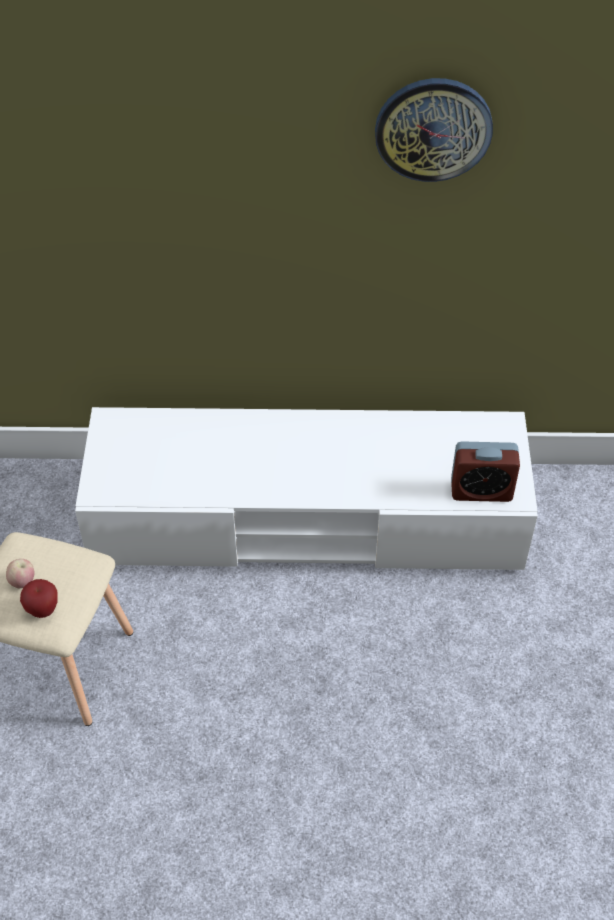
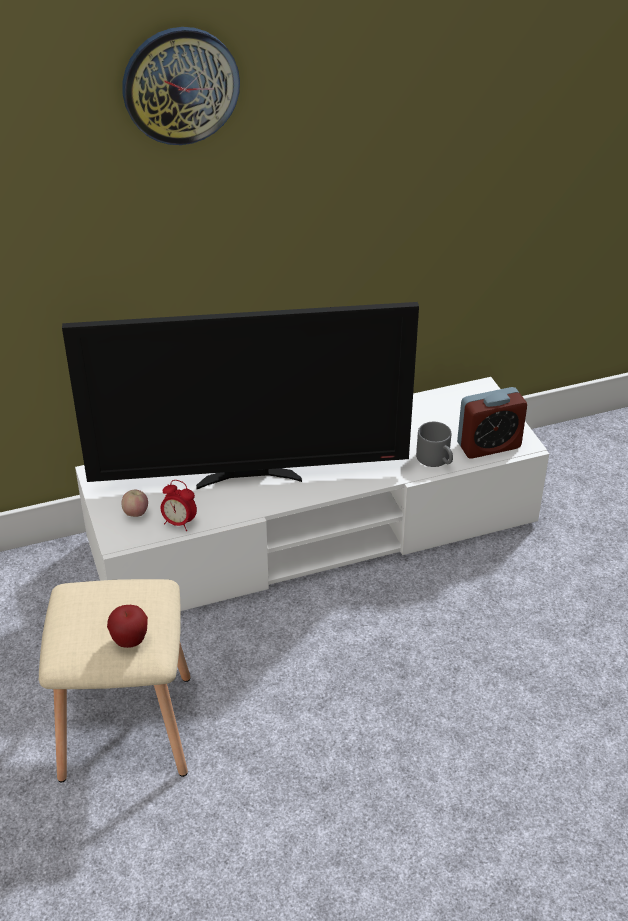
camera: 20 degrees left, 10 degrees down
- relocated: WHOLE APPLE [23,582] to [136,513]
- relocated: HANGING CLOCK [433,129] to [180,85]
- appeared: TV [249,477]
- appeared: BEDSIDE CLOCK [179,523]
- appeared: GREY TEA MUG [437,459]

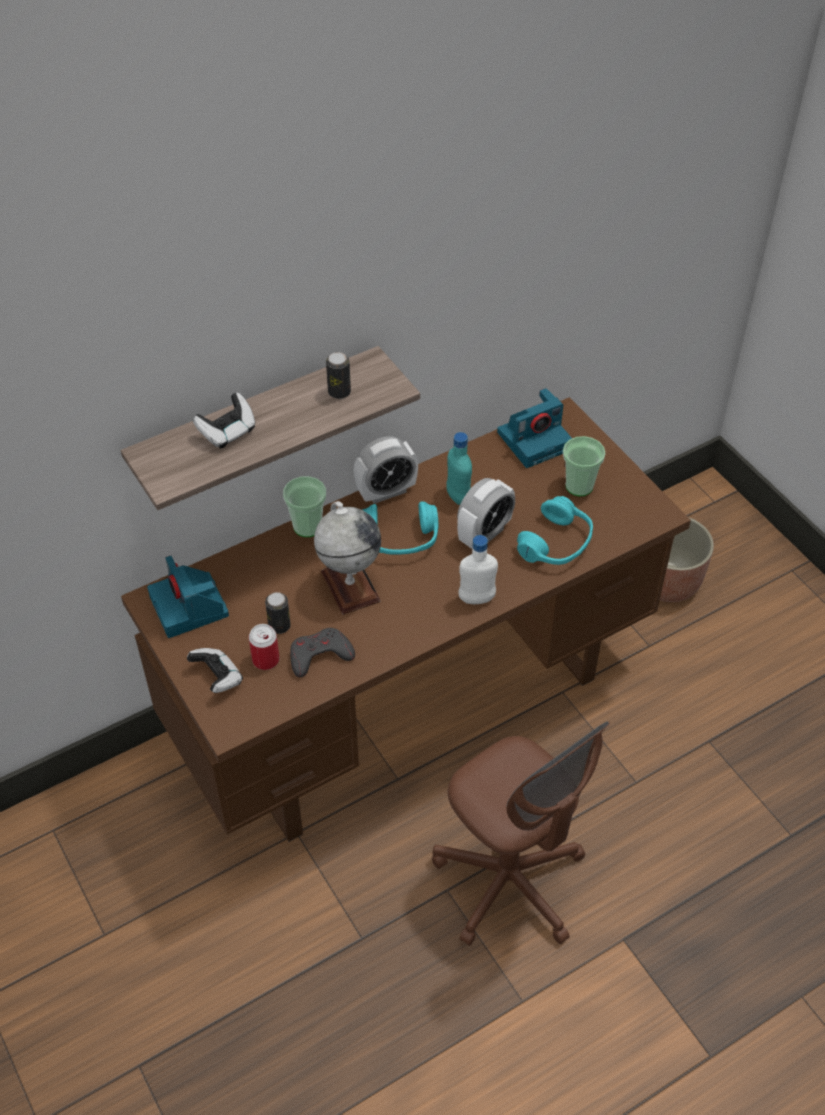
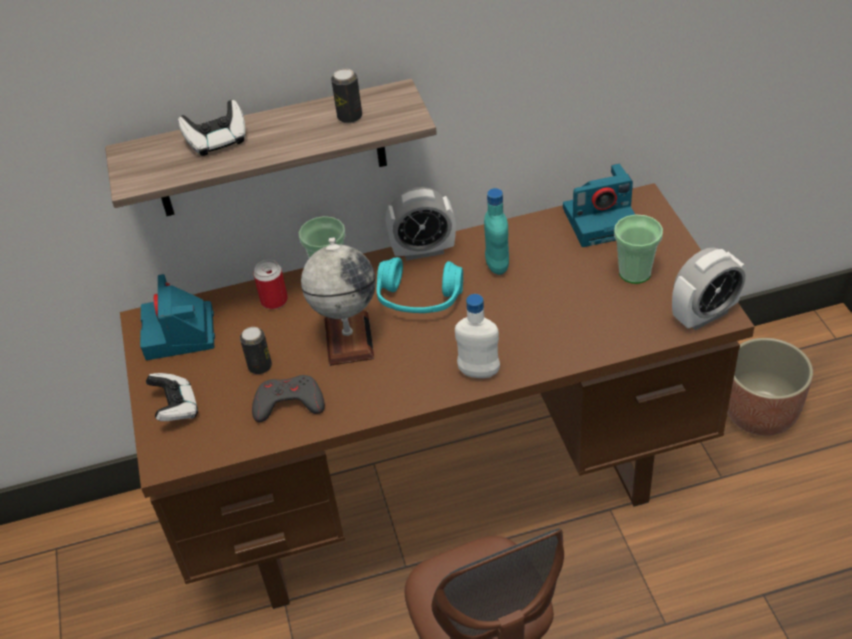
camera: 20 degrees right, 5 degrees down
- relocated: CAN [265,660] to [274,300]
- relocated: BEDSIDE CLOCK [484,534] to [704,315]
- missing: TURQUOISE-COLOURED HEADPHONES [556,544]

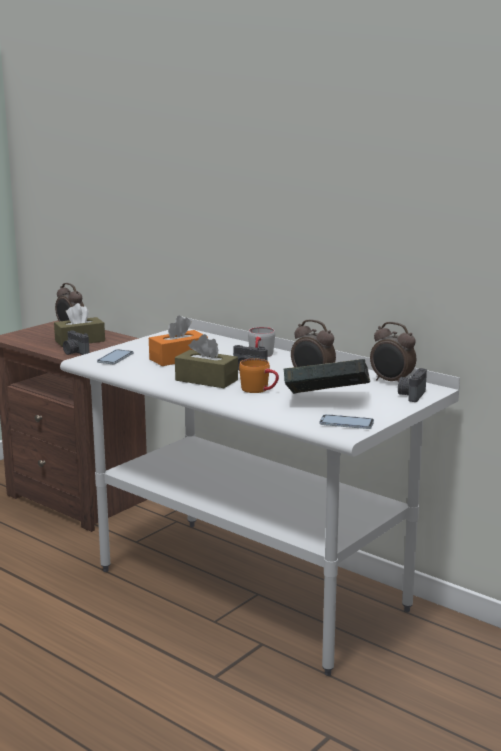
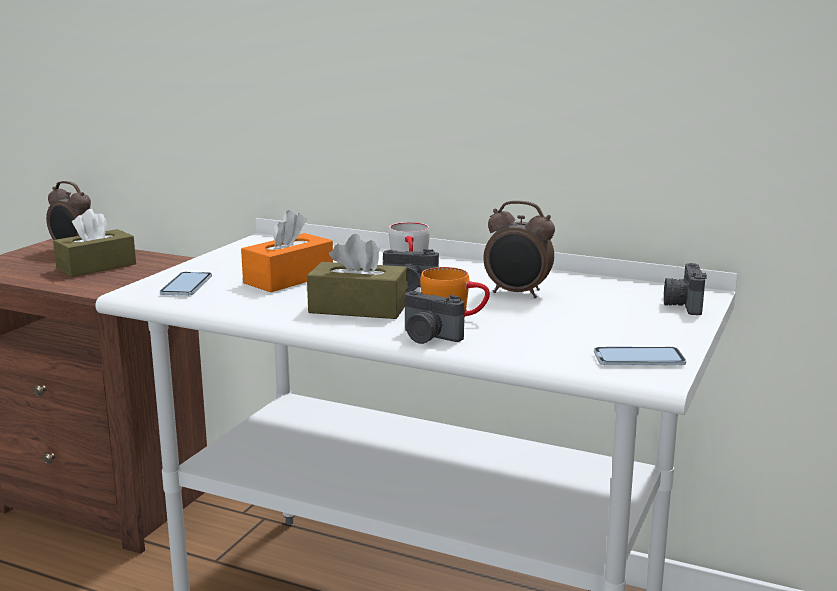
camera: 15 degrees left, 0 degrees up
- relocated: STILL CAMERA [75,352] to [428,337]
- missing: BOOK [326,401]
- missing: BEDSIDE CLOCK [391,382]

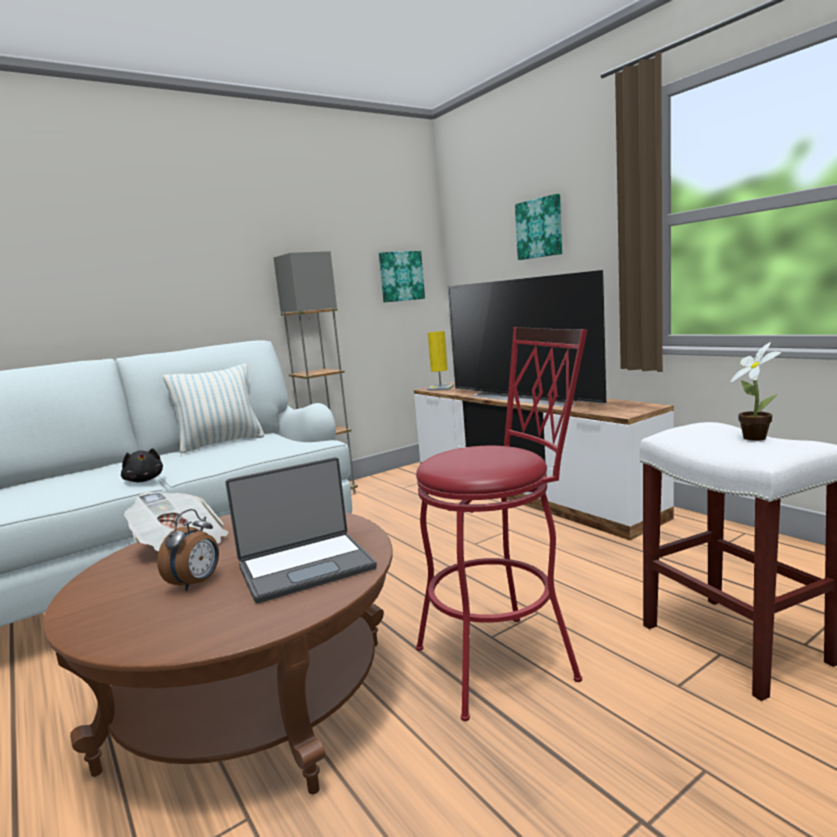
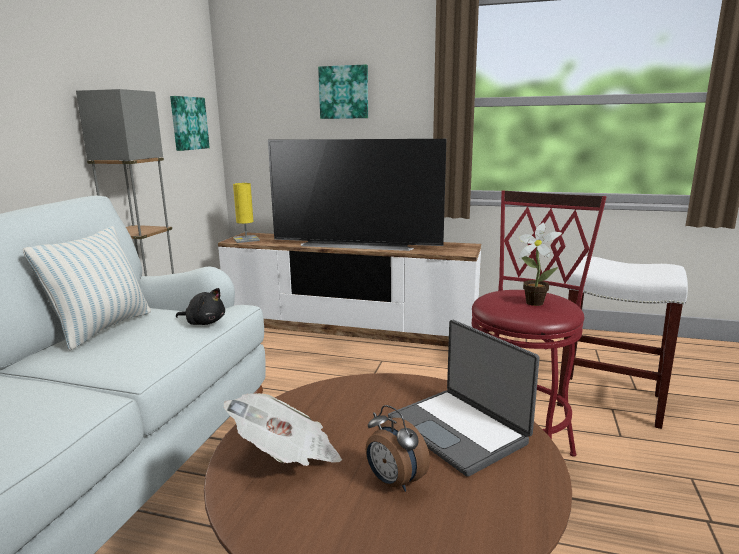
camera: 40 degrees left, 5 degrees up
- relocated: BLACKISH PLUSH TOY [144,480] to [204,322]
- spun: BEDSIDE CLOCK [196,583] = [394,482] 150 degrees clockwise
- spun: PORTABLE COMPUTER [306,567] = [459,430] 120 degrees clockwise
- relocated: POTTED PLANT [753,437] to [532,302]

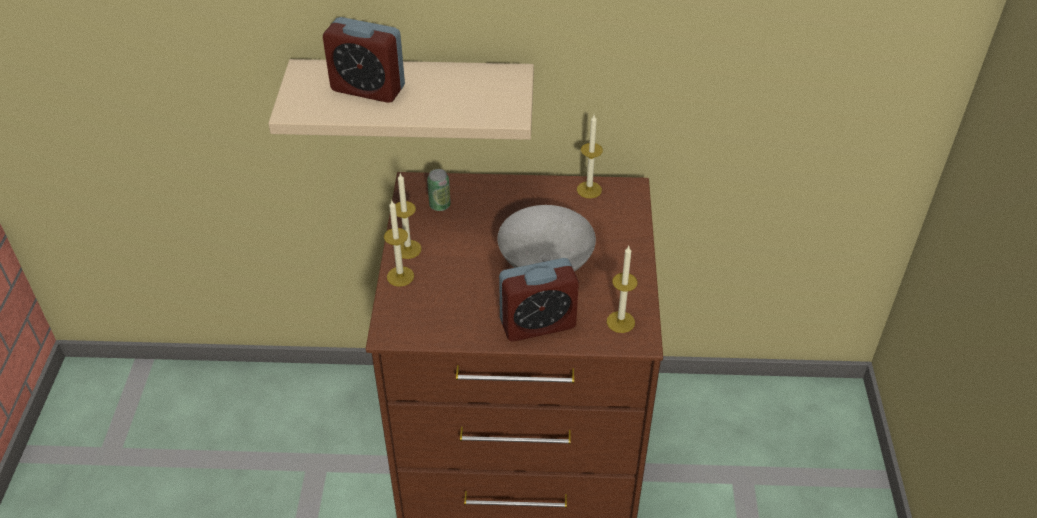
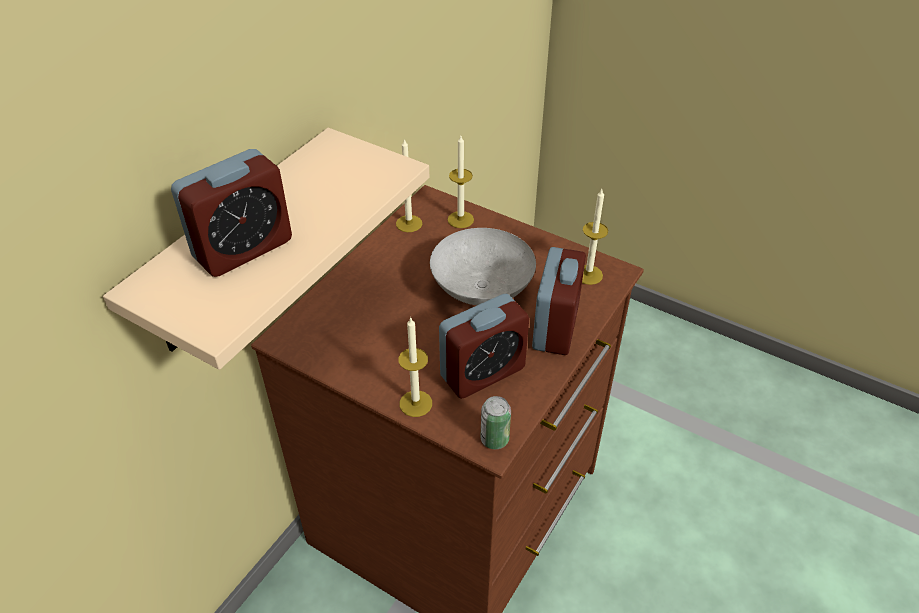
camera: 60 degrees left, 0 degrees up
- relocated: CANDLE [408,249] to [460,219]
- relocated: CAN [440,205] to [494,439]
- appeared: BEDSIDE CLOCK [482,372]

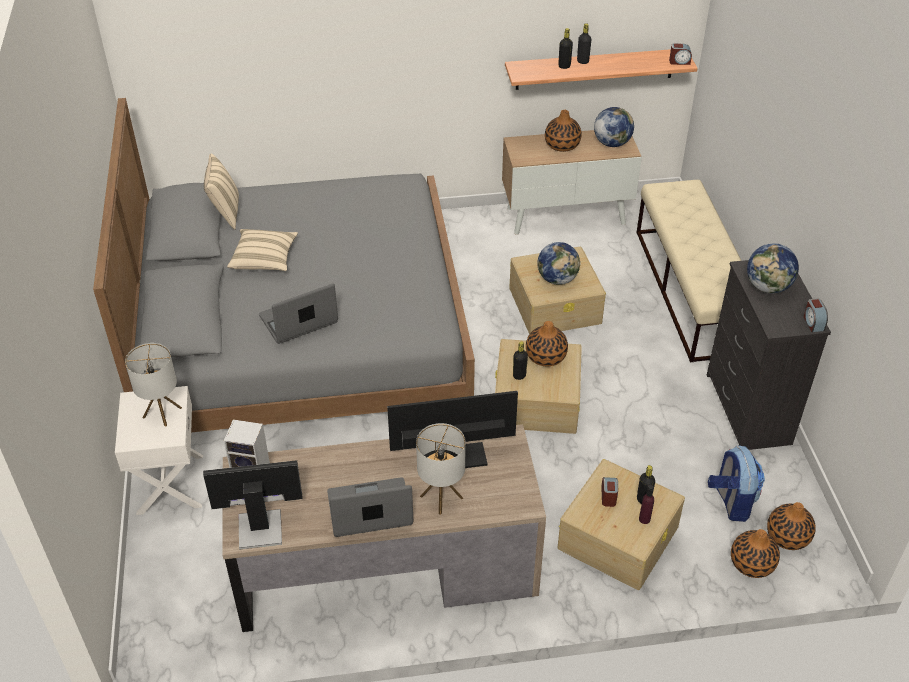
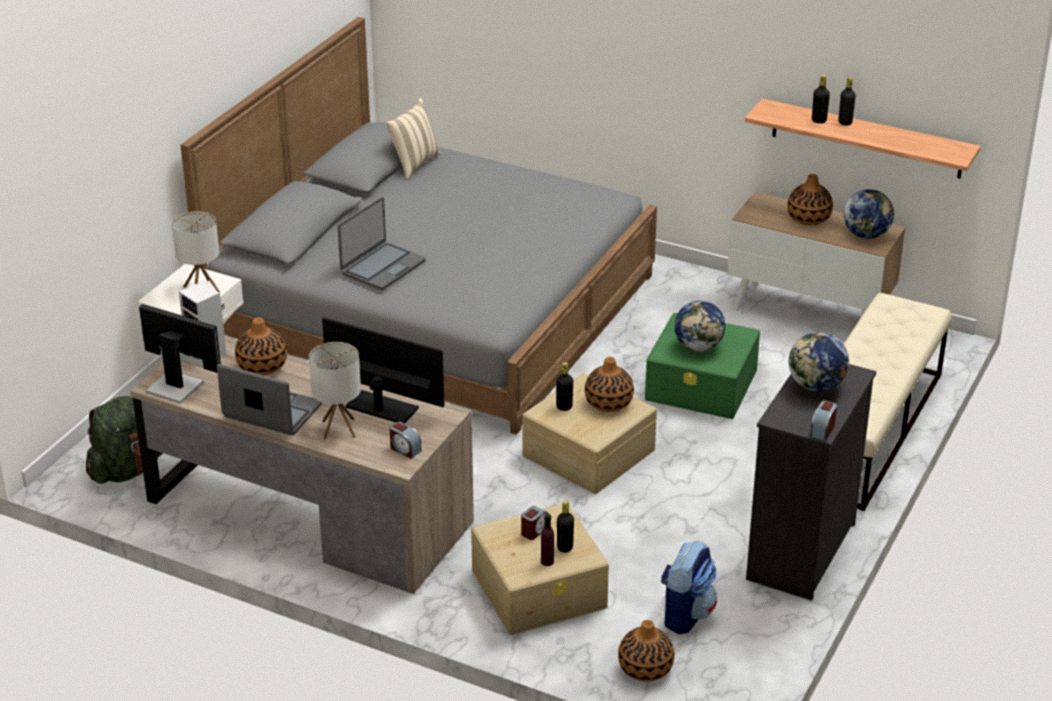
camera: 35 degrees right, 10 degrees down
- missing: BEIGE THROW PILLOW [264,259]
- spun: PORTABLE COMPUTER [299,320] = [382,267] 120 degrees clockwise
- colour: BEIGE STORAGE BIN [555,305] to GREEN STORAGE BIN [702,385]
- relocated: BEDSIDE CLOCK [679,61] to [405,449]
- relocated: DECORATIVE VASE [787,536] to [262,366]
- appeared: GREEN RUCKSACK [127,470]

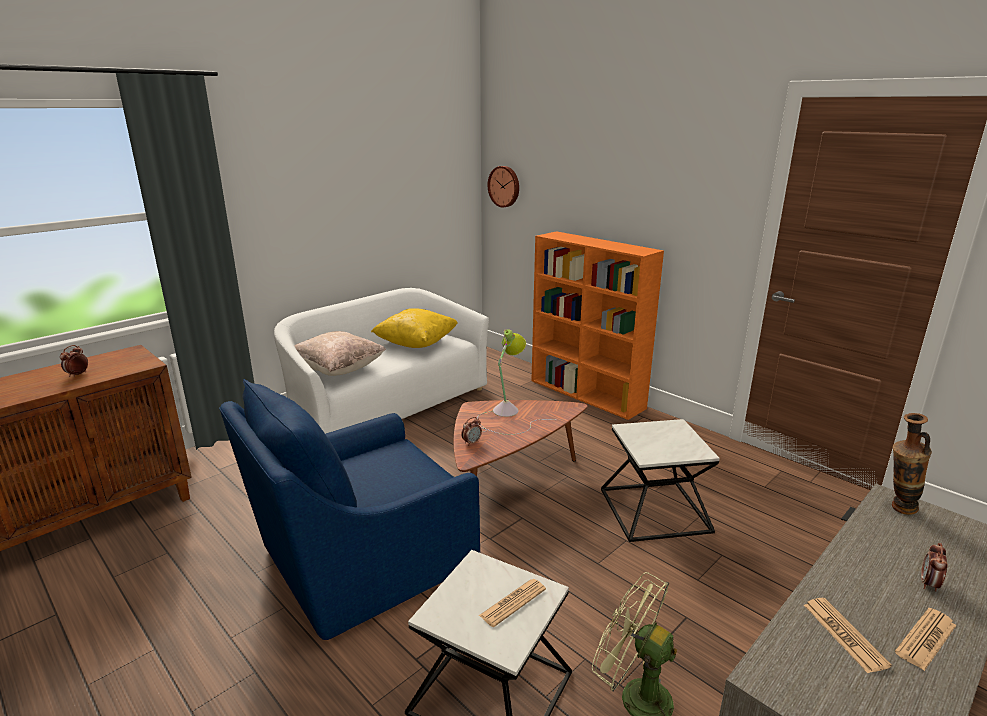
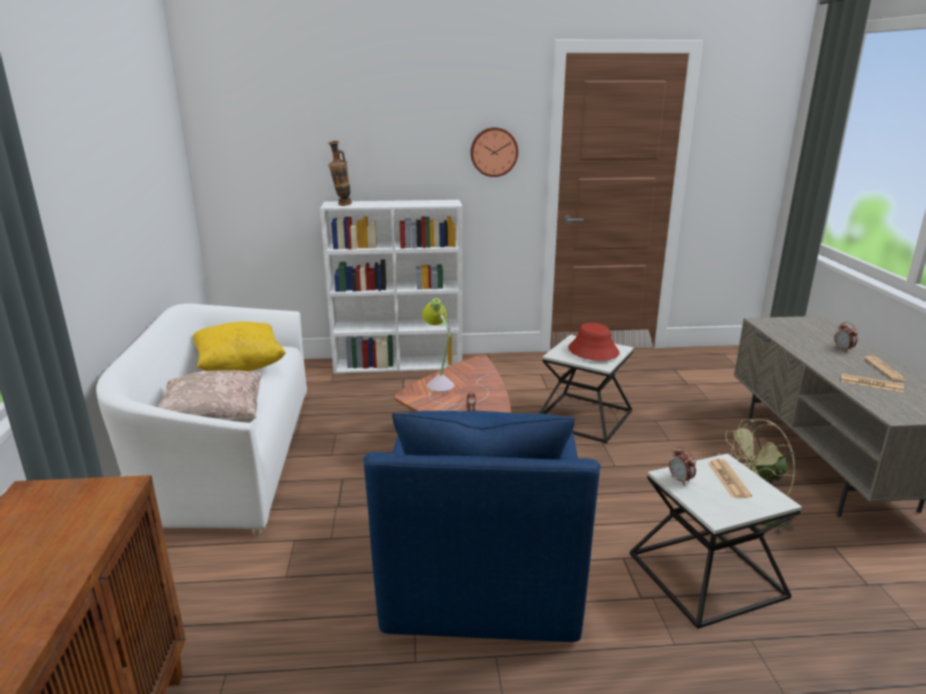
camera: 50 degrees left, 0 degrees up
- relocated: BEDSIDE CLOCK [77,374] to [680,480]
- relocated: HANGING CLOCK [504,186] to [493,152]
- colour: ORANGEY SHELVING UNIT [587,394] to WHITISH SHELVING UNIT [399,364]
- relocated: DECORATIVE VASE [896,509] to [341,205]
- appeared: RED HAT [593,351]

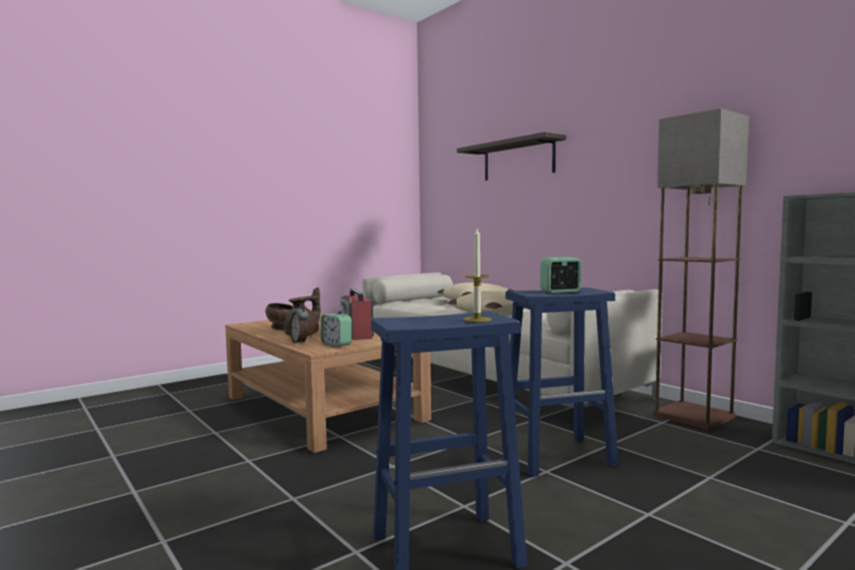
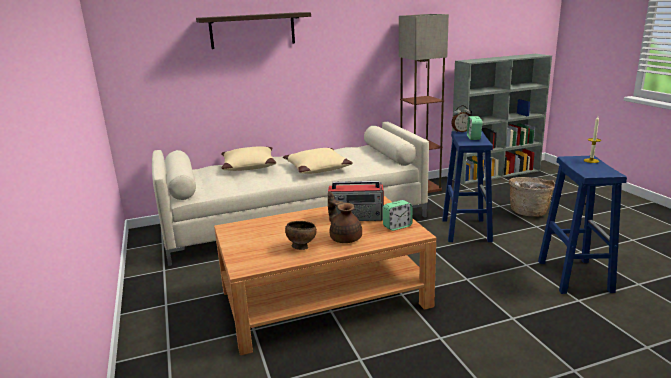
camera: 70 degrees left, 15 degrees up
- relocated: BEDSIDE CLOCK [300,342] to [461,131]
- appeared: STORAGE BASKET [529,212]

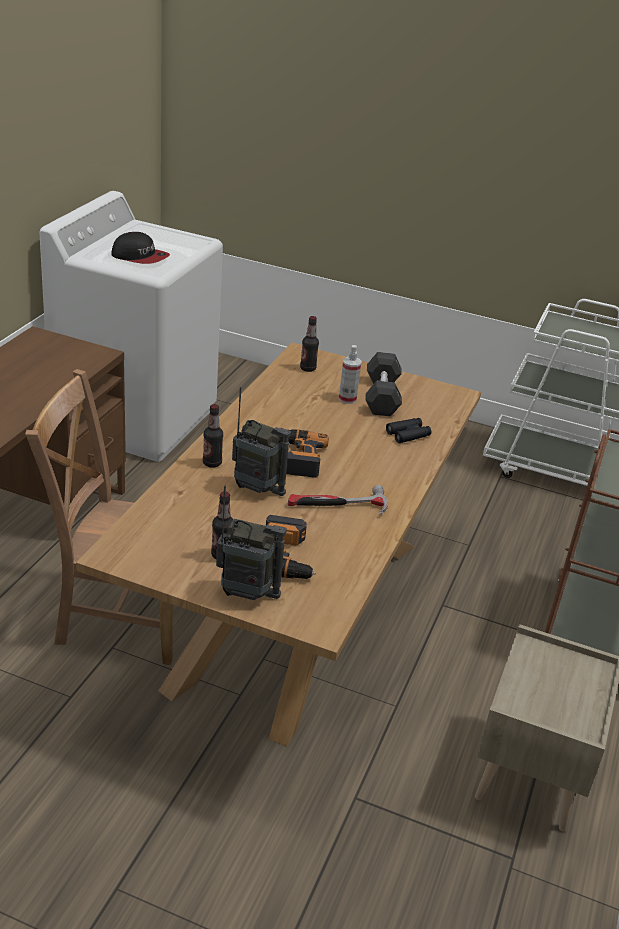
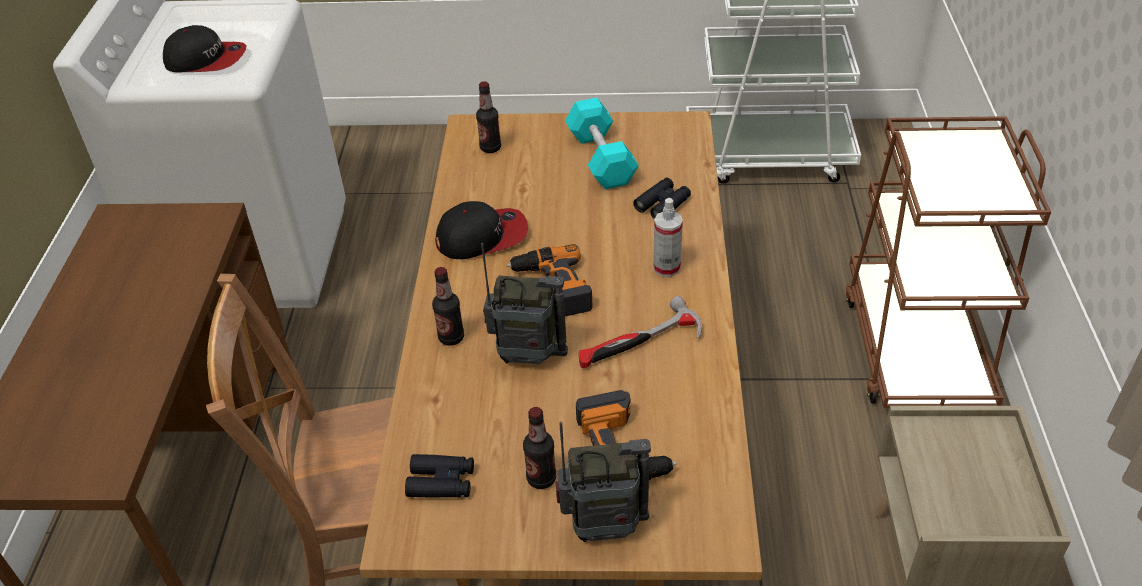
camera: 15 degrees left, 10 degrees up
- relocated: SPRAYER [347,399] to [666,268]
- colour: GREY HAND WEIGHT [382,396] to TURQUOISE-COLOURED HAND WEIGHT [601,158]
- appeared: BLACKISH PAIR OF BINOCULARS [441,482]
- appeared: CAP [482,236]

